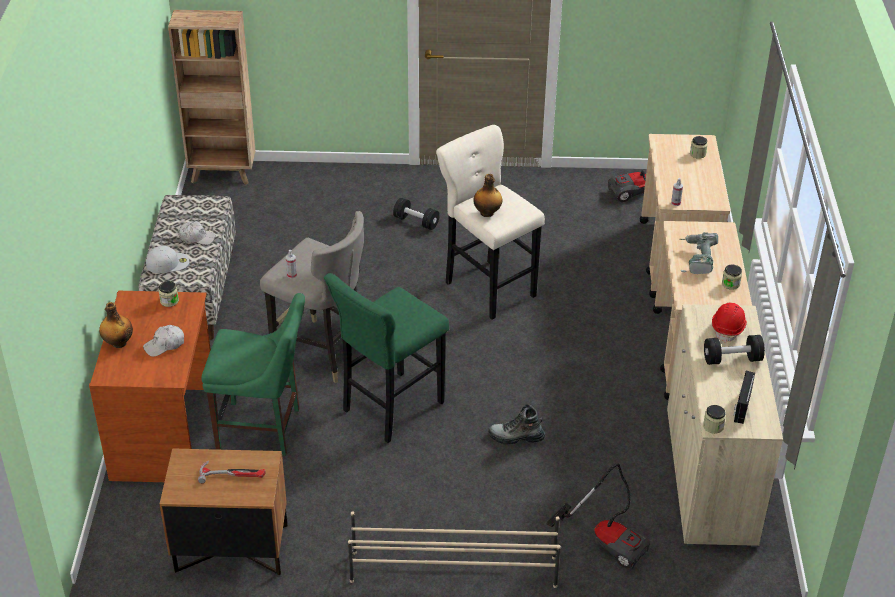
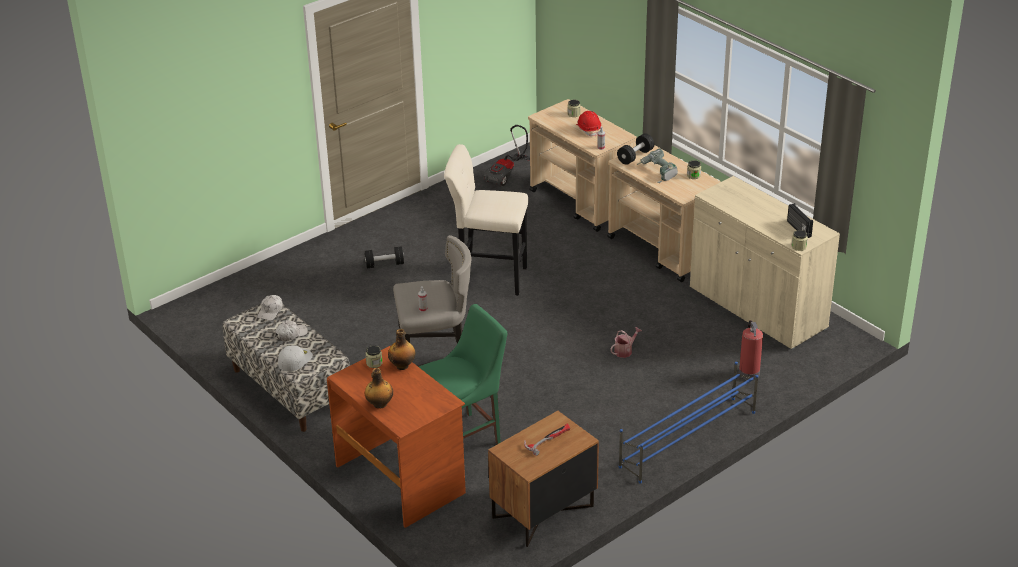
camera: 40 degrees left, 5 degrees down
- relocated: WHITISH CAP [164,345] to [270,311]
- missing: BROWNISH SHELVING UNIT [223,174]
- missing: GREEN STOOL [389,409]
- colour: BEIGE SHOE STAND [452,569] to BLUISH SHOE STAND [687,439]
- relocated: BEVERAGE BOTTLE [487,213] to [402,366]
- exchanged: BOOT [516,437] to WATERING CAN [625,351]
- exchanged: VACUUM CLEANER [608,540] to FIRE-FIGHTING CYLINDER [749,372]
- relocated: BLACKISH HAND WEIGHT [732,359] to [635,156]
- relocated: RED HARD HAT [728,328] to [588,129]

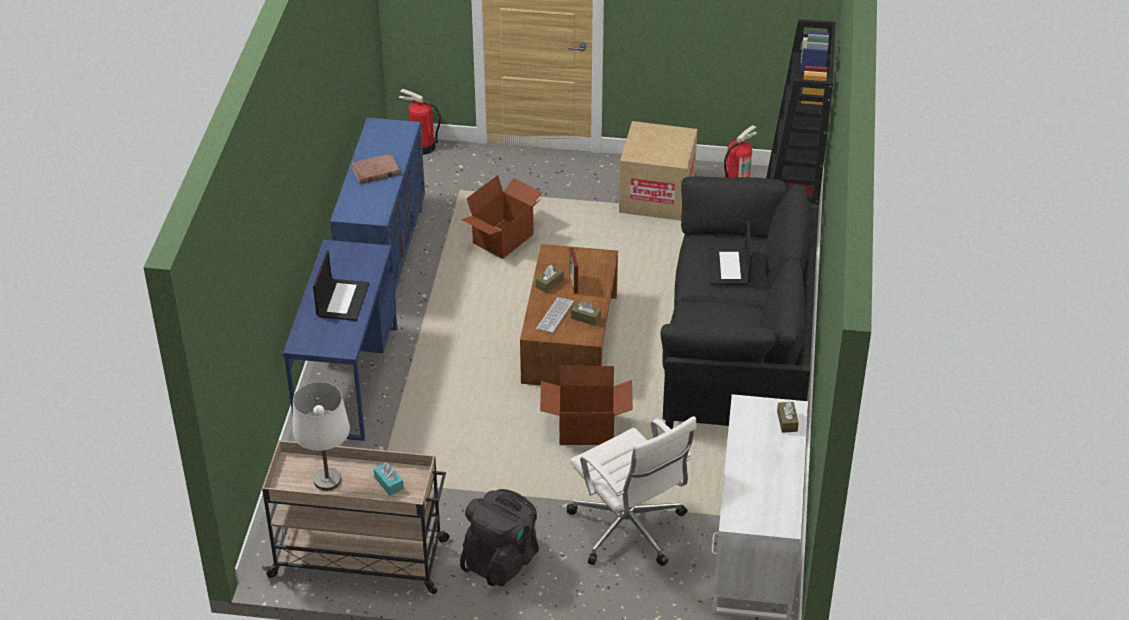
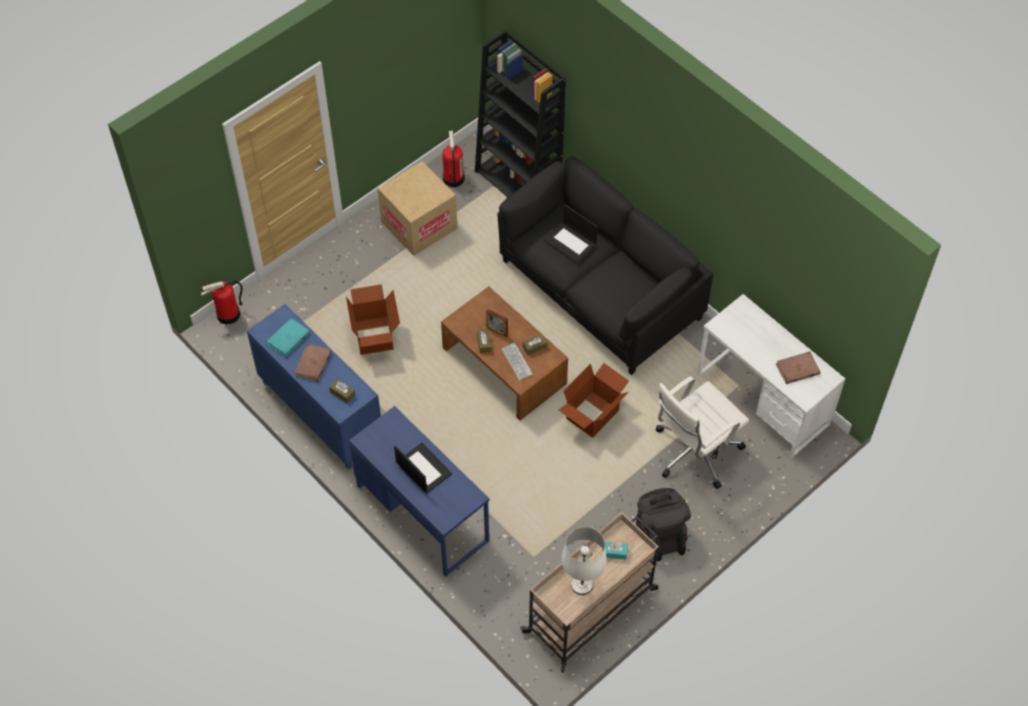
camera: 50 degrees left, 15 degrees up
- spun: WHITISH OFFICE CHAIR [629,530] = [694,452] 135 degrees clockwise
- relocated: BROWNISH TISSUE HOLDER [787,421] to [342,393]
- appeared: TURQUOISE-COLOURED BOOK [288,339]
- appeared: BROWNISH BOOK [797,369]

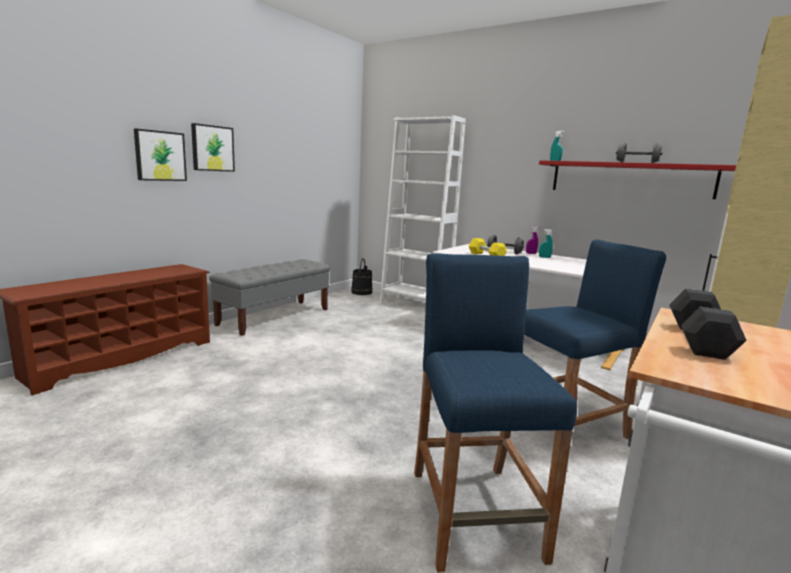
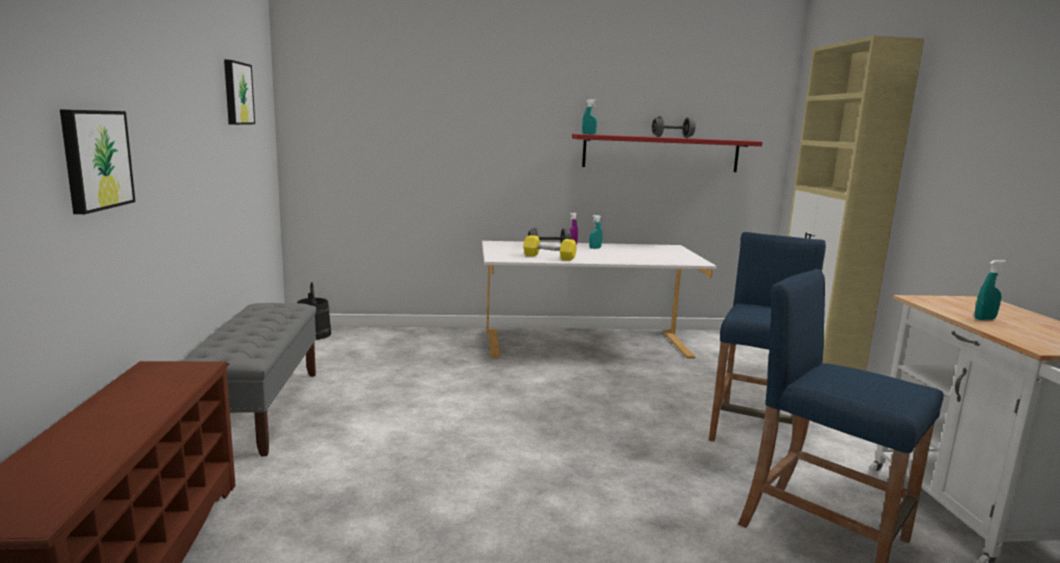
camera: 40 degrees left, 0 degrees up
- relocated: WALL ART [212,148] to [237,93]
- missing: WHITISH SHELVING UNIT [415,304]
- exchanged: GREY HAND WEIGHT [699,340] to TURQUOISE-COLOURED SPRAYER [984,319]

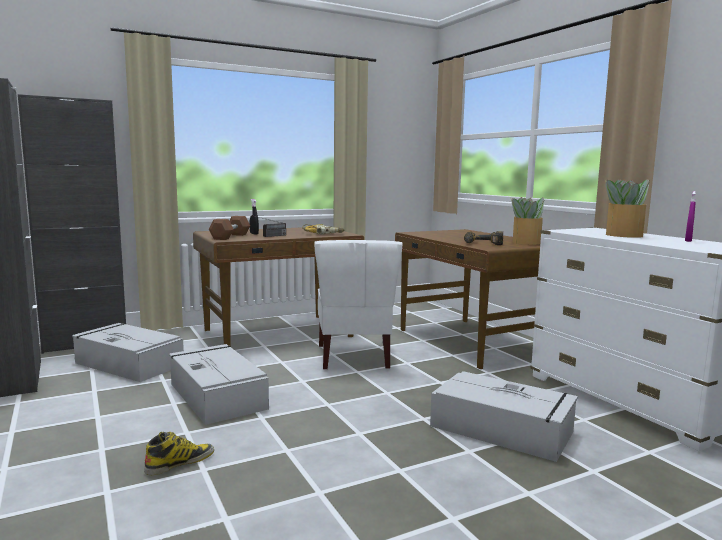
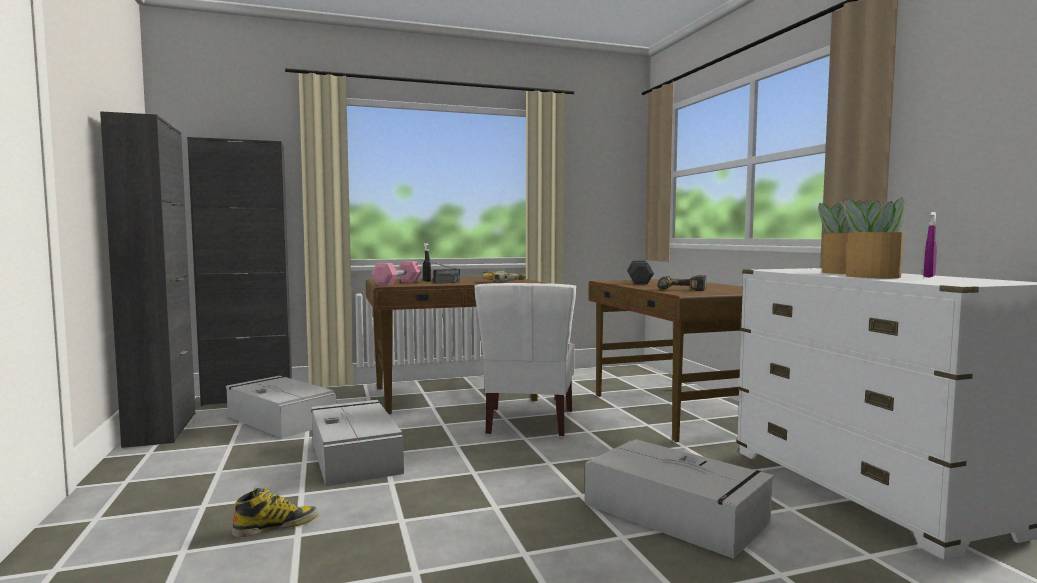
camera: 10 degrees right, 5 degrees down
- colour: BROWNISH HAND WEIGHT [230,237] to PINK HAND WEIGHT [397,283]
- relocated: POTTED PLANT [525,242] to [871,276]
- appeared: GREY HAND WEIGHT [639,282]

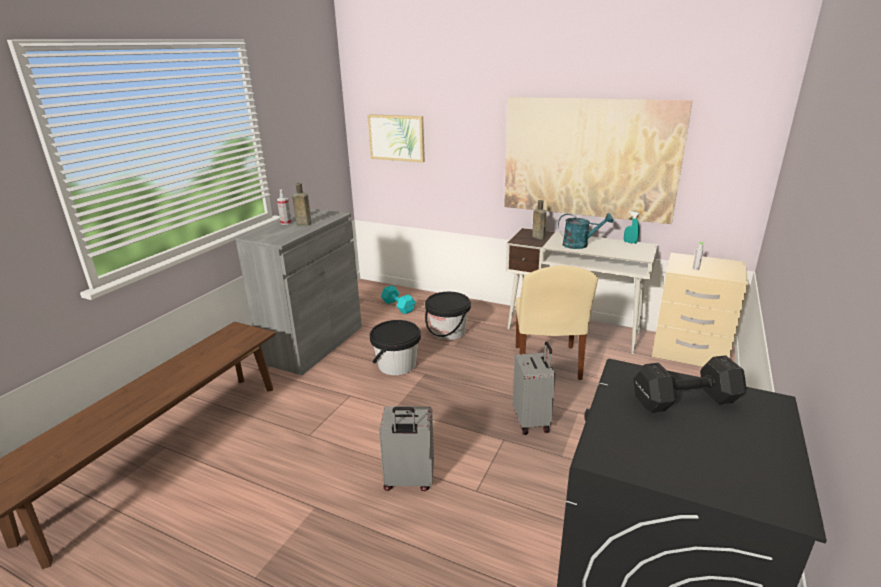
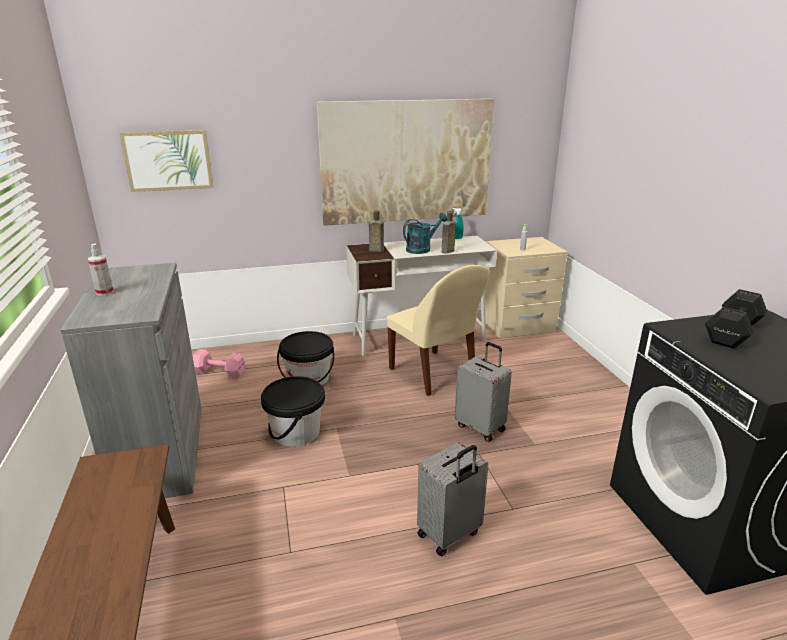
camera: 40 degrees left, 0 degrees up
- relocated: BROWNISH BEVERAGE BOTTLE [302,224] to [447,251]
- colour: TURQUOISE-COLOURED HAND WEIGHT [398,306] to PINK HAND WEIGHT [218,371]

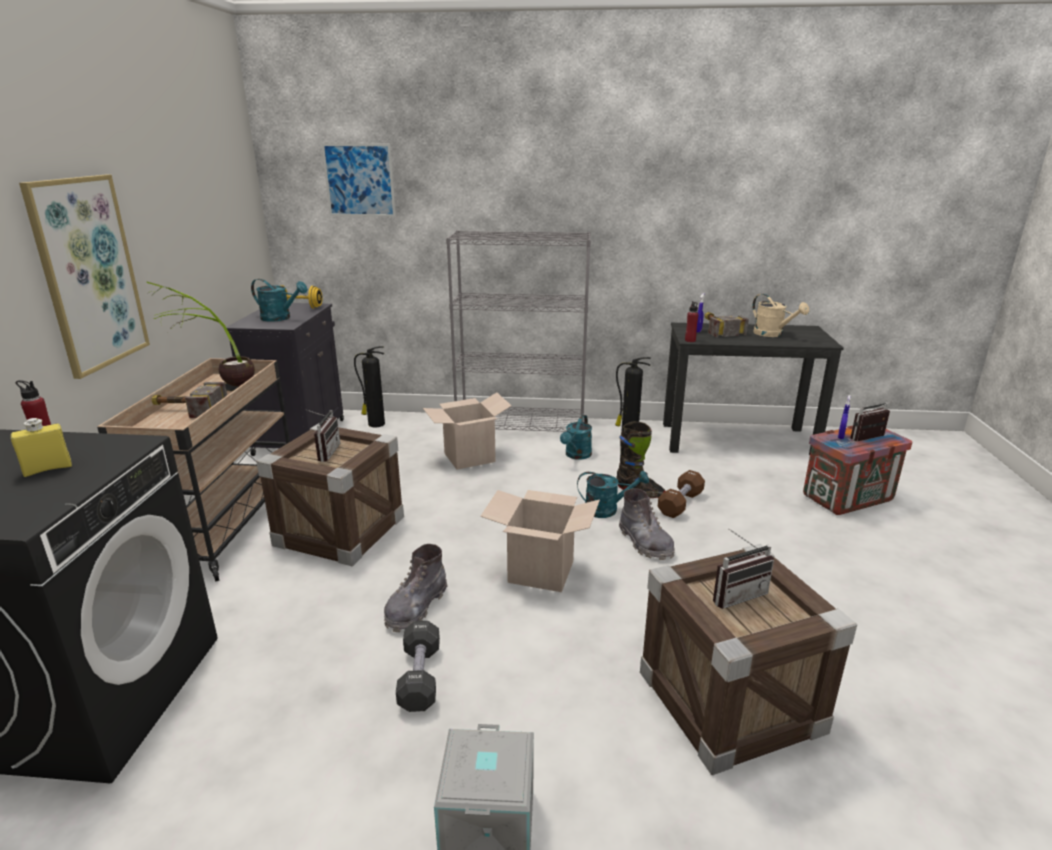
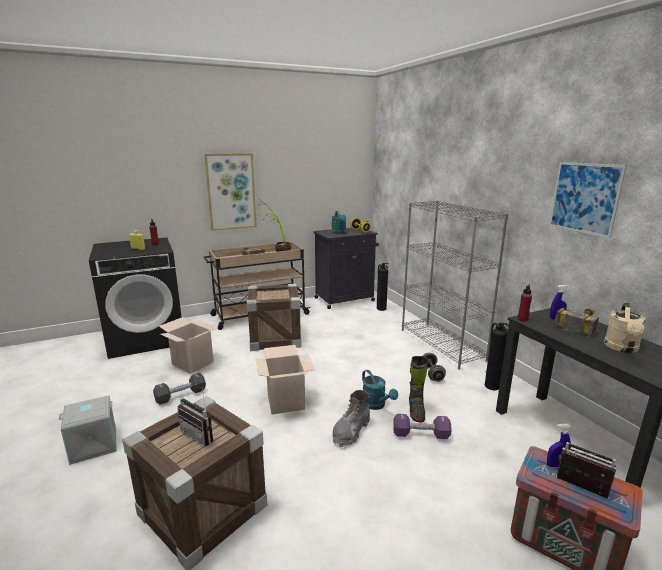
camera: 60 degrees right, 5 degrees down
- missing: RADIO [324,452]
- relocated: WALL ART [359,180] to [584,198]
- missing: GREY BOOT [416,607]
- relocated: PACKING BOX [469,457] to [192,363]
- exchanged: TURQUOISE-COLOURED WATERING CAN [576,455] to GREY HAND WEIGHT [432,374]
- colour: BROWNISH HAND WEIGHT [680,504] to PURPLE-COLOURED HAND WEIGHT [421,434]

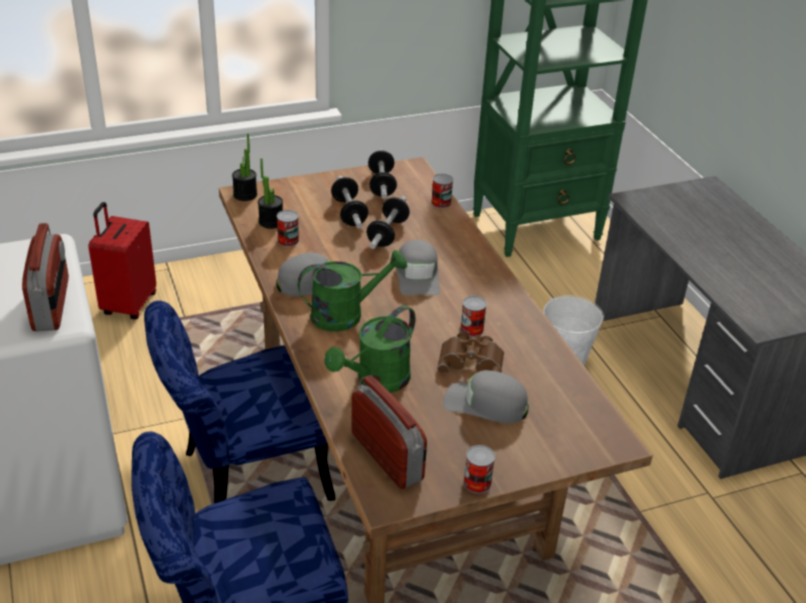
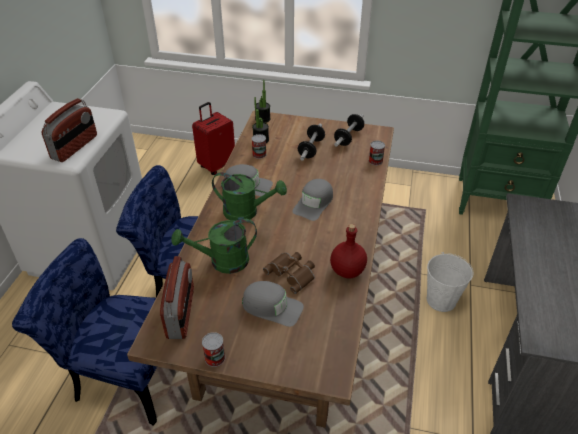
camera: 35 degrees right, 5 degrees up
- missing: HAND WEIGHT [387,233]
- spun: GREY CAP [485,404] = [272,307] 150 degrees clockwise
- missing: CAN [472,329]
- appeared: RED BEVERAGE BOTTLE [346,271]

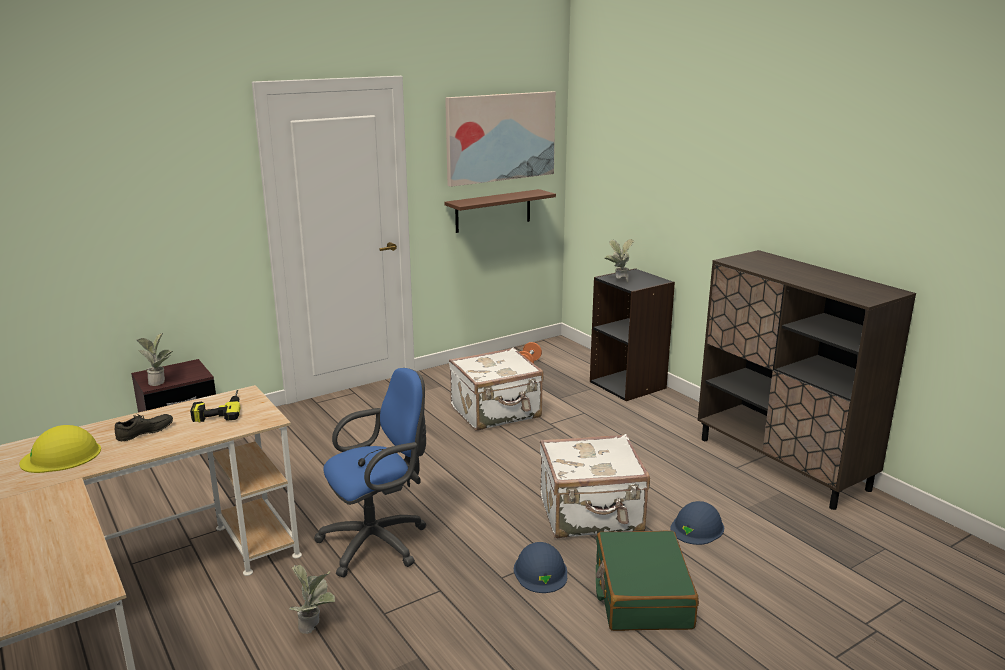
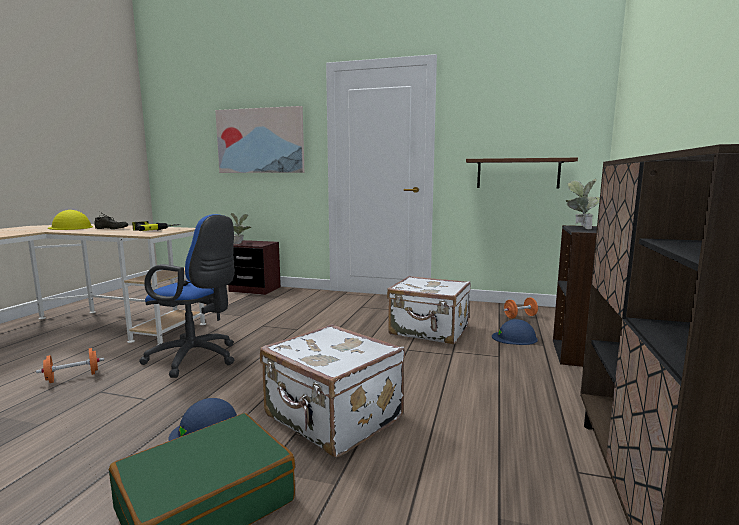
camera: 50 degrees right, 10 degrees down
- exchanged: POTTED PLANT [314,627] to ORANGEY HAND WEIGHT [73,377]
- relocated: WALL ART [500,137] to [260,141]
- relocated: BLUISH HARD HAT [697,527] to [514,338]

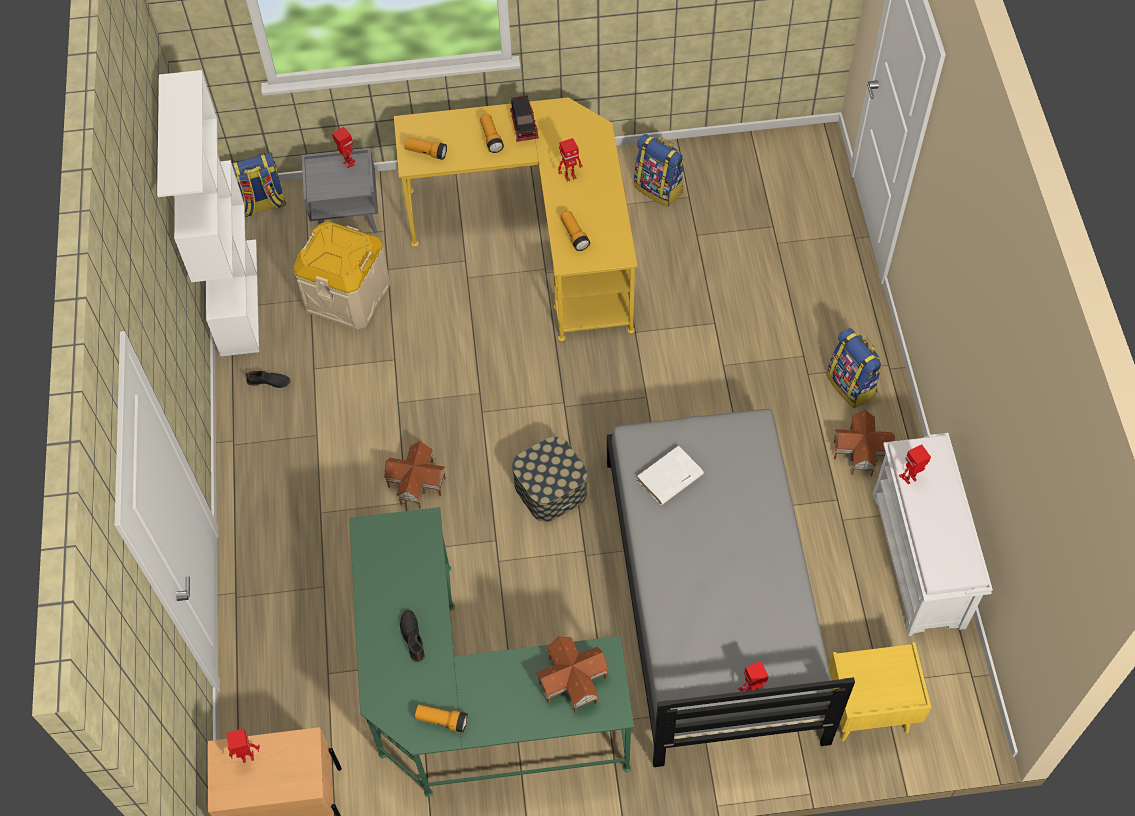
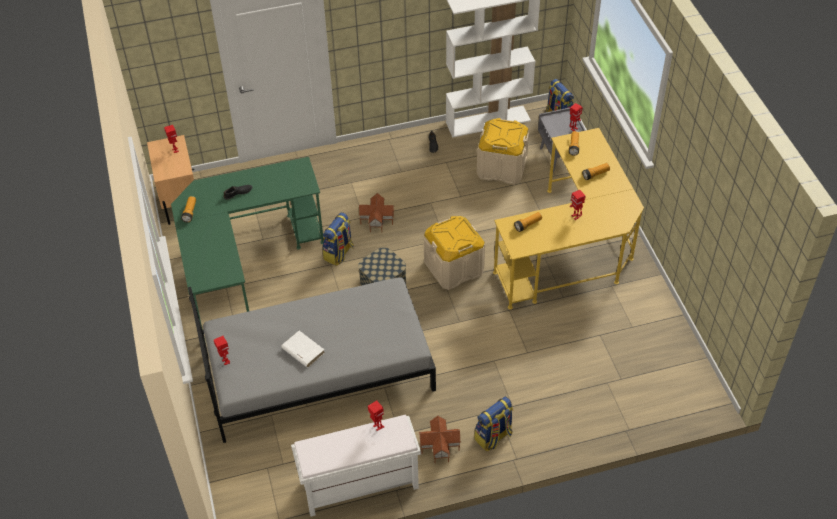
camera: 80 degrees right, 10 degrees down
- missing: MODEL TRUCK [524,125]
- missing: MODEL HOUSE [573,679]
- relocated: RUCKSACK [659,189] to [339,253]
- relocated: WHITISH BOOK [669,478] to [302,350]
- missing: YELLOW-COLOURED BEDSIDE TABLE [868,710]
- appeared: BEIGE STORAGE BIN [453,268]

